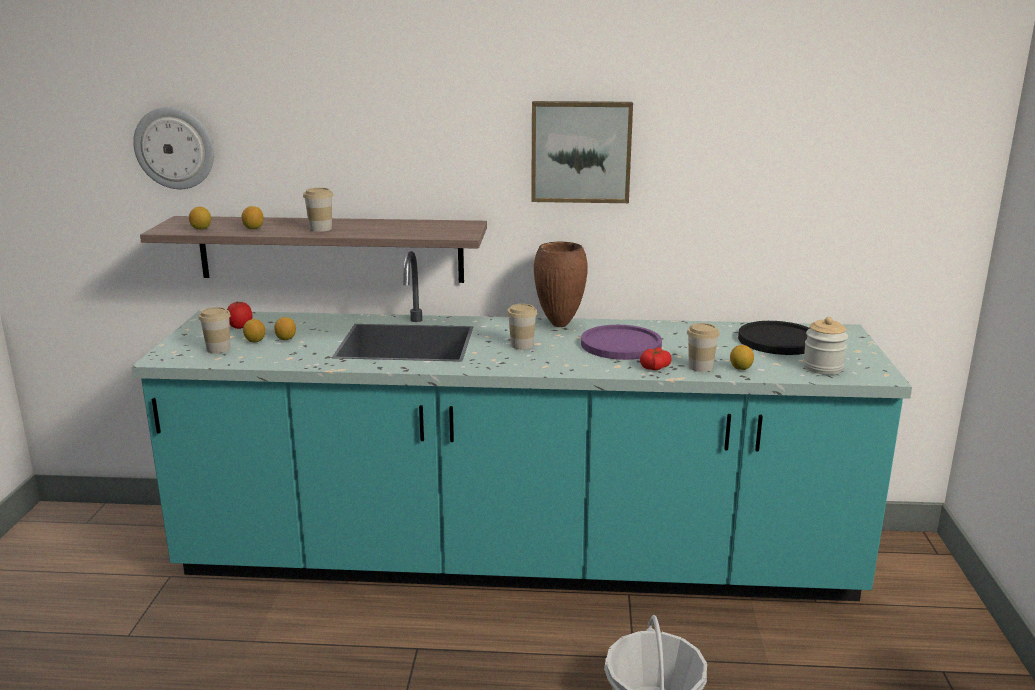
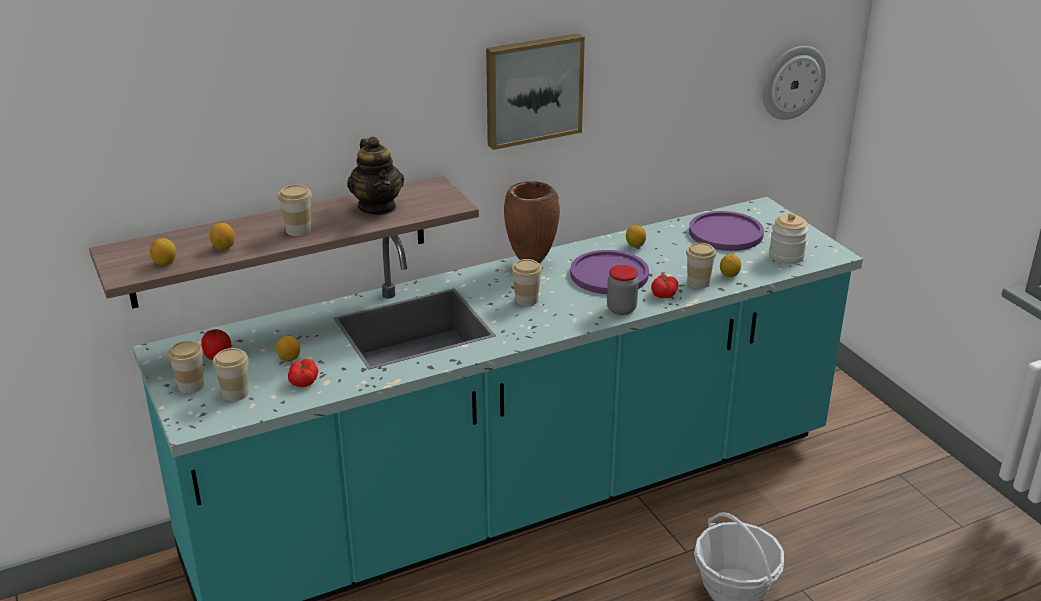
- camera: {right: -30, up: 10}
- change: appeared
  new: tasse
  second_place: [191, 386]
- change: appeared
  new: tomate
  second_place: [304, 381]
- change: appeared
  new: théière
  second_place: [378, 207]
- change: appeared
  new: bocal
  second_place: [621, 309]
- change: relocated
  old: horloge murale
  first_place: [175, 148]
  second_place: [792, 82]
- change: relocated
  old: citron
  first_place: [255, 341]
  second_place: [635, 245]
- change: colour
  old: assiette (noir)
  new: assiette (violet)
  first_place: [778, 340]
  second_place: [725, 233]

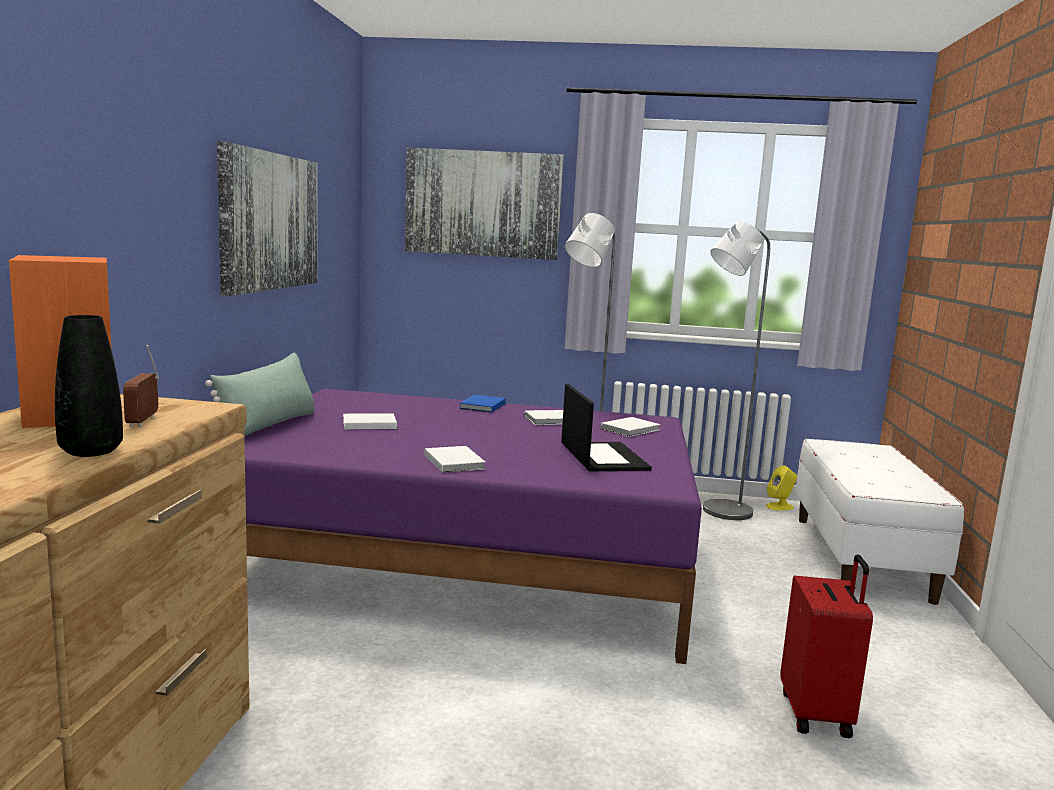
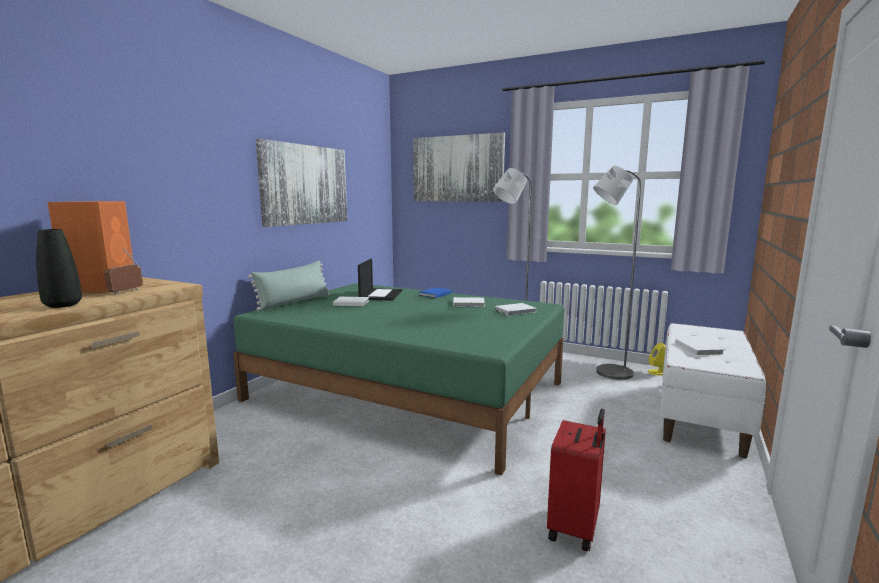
- camera: {right: 20, up: 0}
- change: relocated
  old: livre (blanc)
  first_place: [454, 461]
  second_place: [698, 348]
- change: relocated
  old: ordinateur portable
  first_place: [602, 457]
  second_place: [381, 294]
- change: colour
  old: lit (violet)
  new: lit (vert)
  first_place: [465, 561]
  second_place: [407, 391]

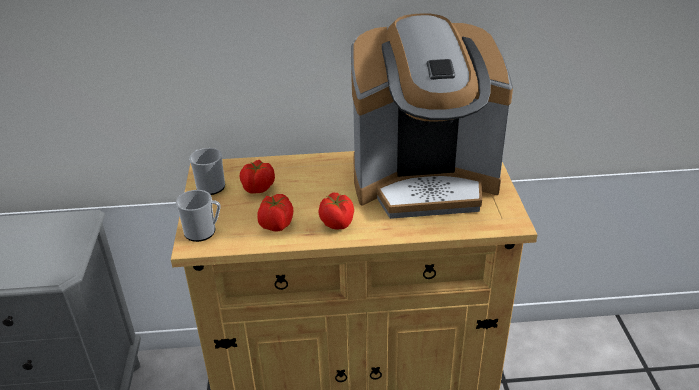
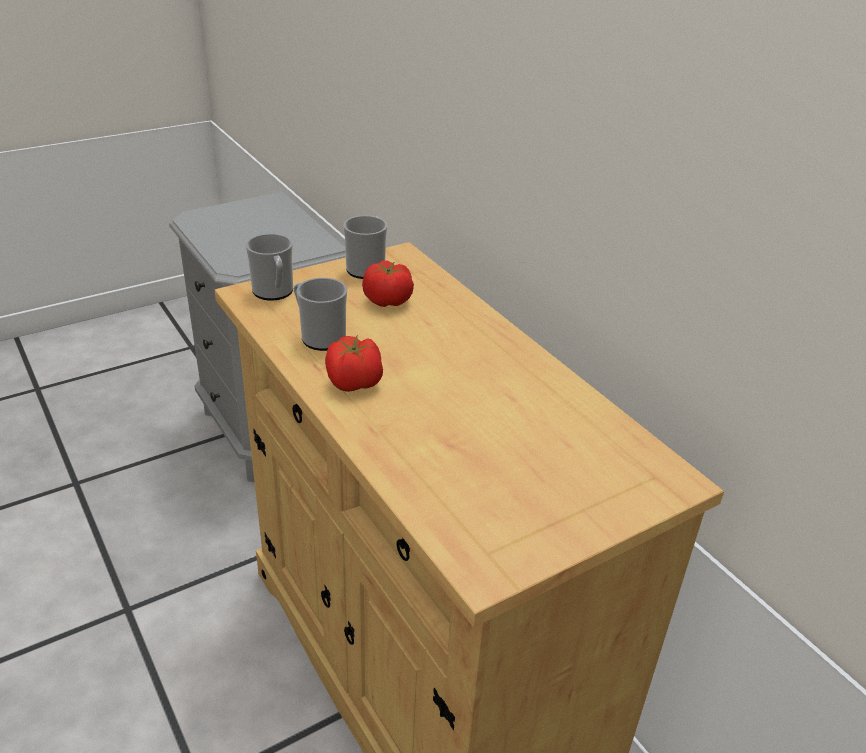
- camera: {right: 60, up: 0}
- change: missing
  old: machine à café
  first_place: [424, 182]
- change: exchanged
  old: tomate
  new: mug
  first_place: [276, 225]
  second_place: [319, 337]

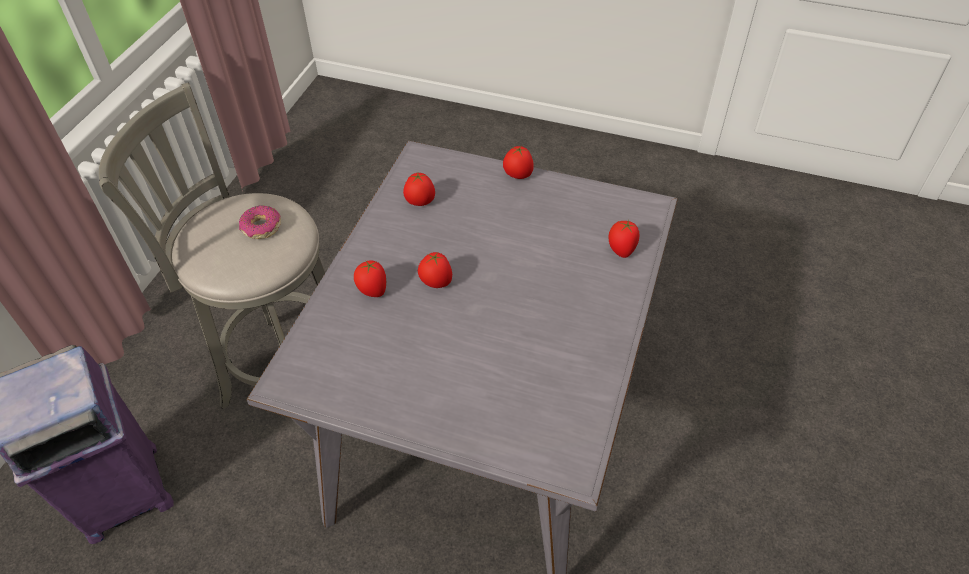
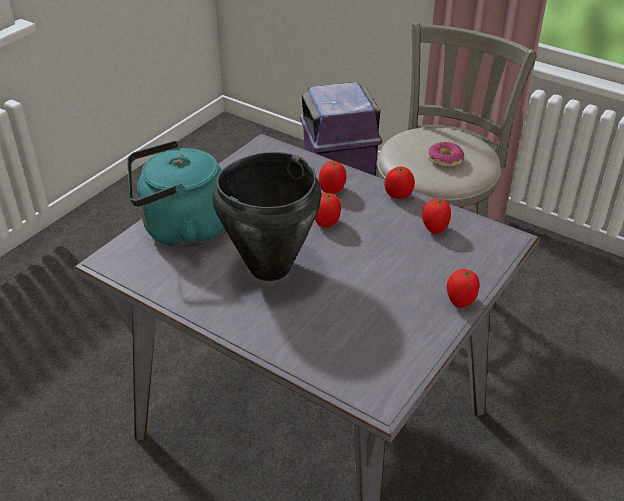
- camera: {right: 105, up: -10}
- change: appeared
  new: bouilloire (turquoise)
  second_place: [180, 229]
- change: appeared
  new: marmite (noir)
  second_place: [268, 268]
- change: relocated
  old: tomate
  first_place: [621, 250]
  second_place: [398, 195]

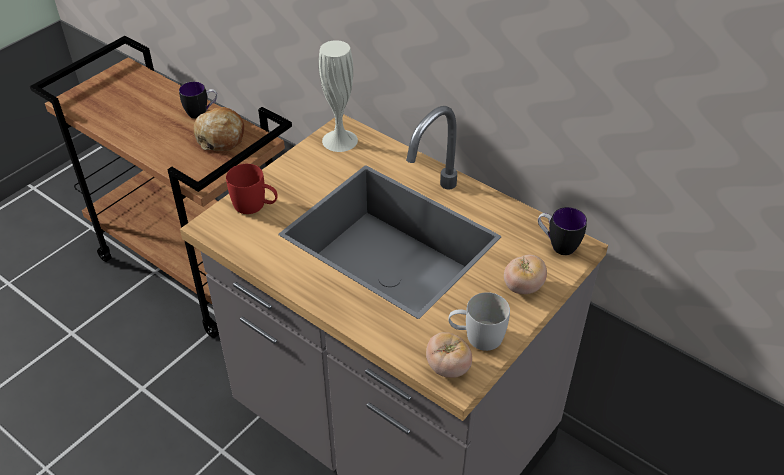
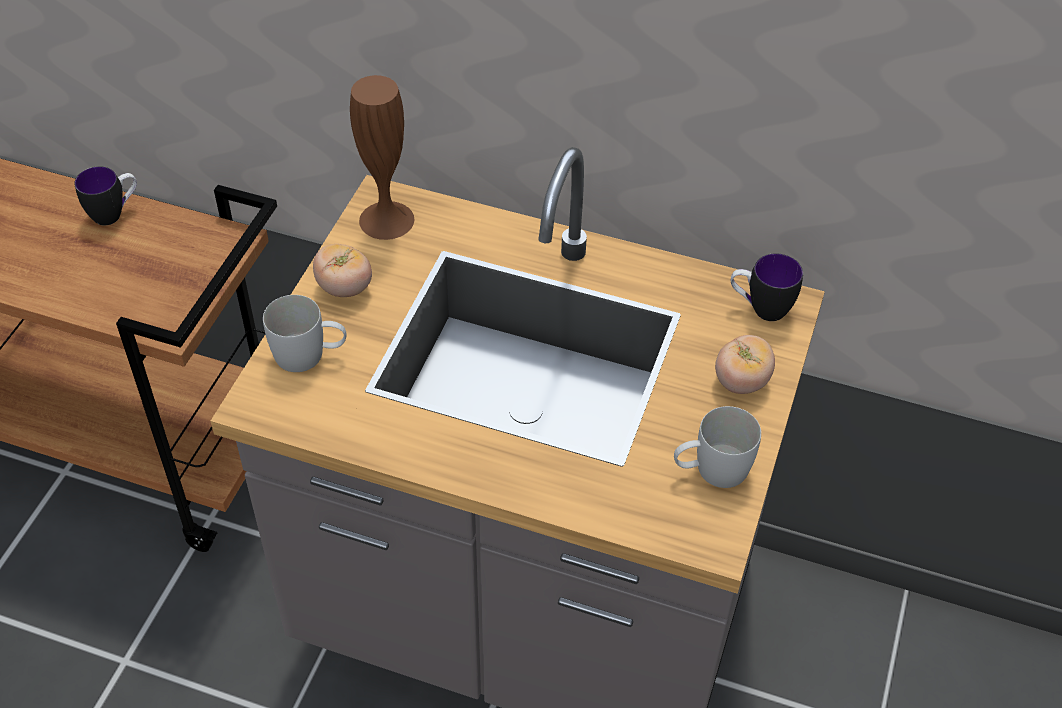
- camera: {right: -20, up: 5}
- change: missing
  old: pain
  first_place: [221, 137]
- change: relocated
  old: tomate
  first_place: [448, 367]
  second_place: [344, 288]
- change: colour
  old: mug (rouge)
  new: mug (blanc)
  first_place: [255, 206]
  second_place: [309, 355]
- change: colour
  old: vase (blanc)
  new: vase (marron)
  first_place: [340, 140]
  second_place: [386, 220]

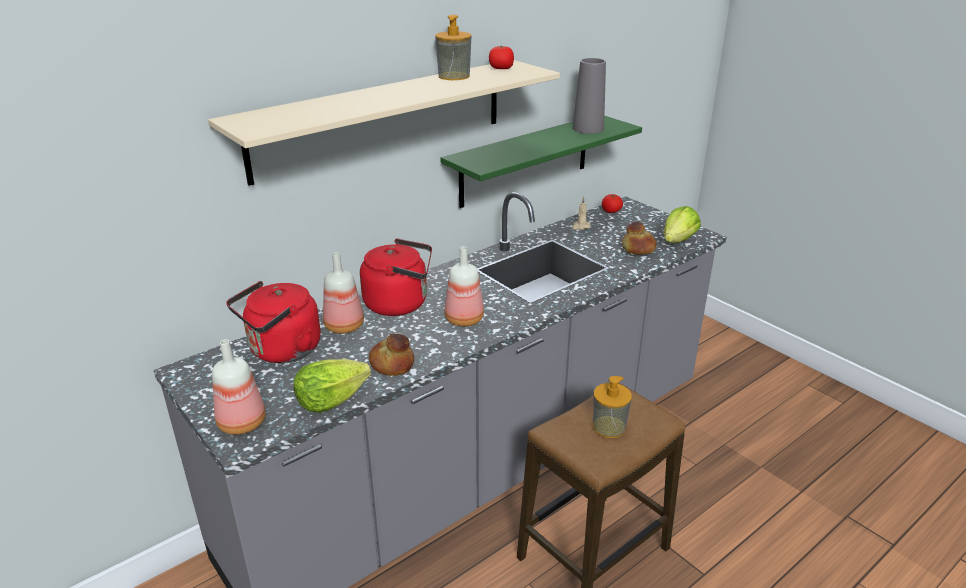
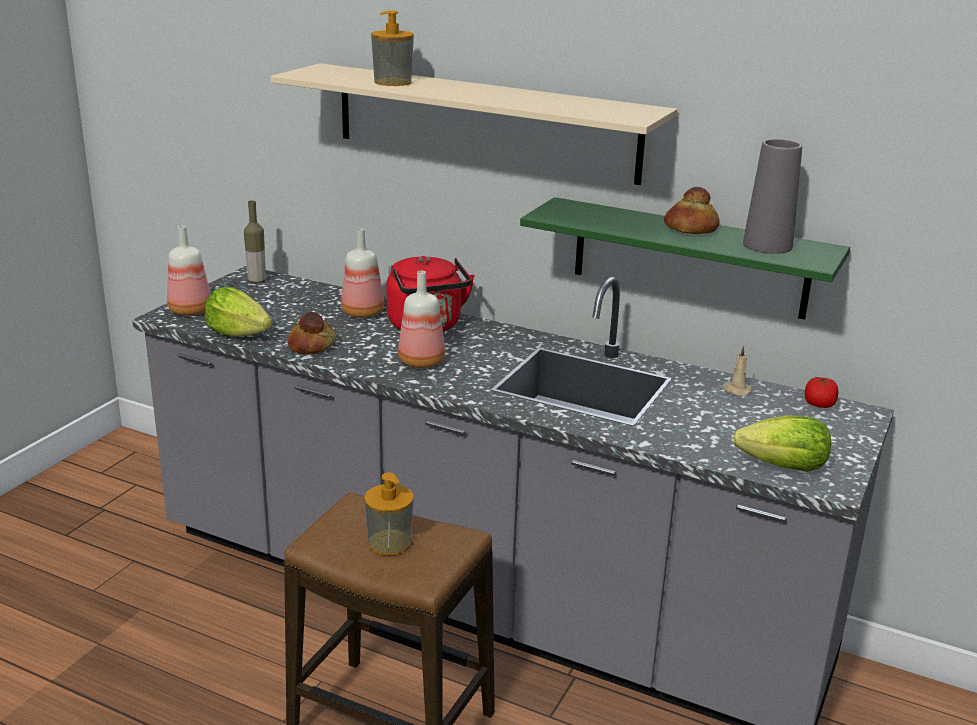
- camera: {right: 65, up: -5}
- change: missing
  old: bouilloire (rouge)
  first_place: [282, 351]
- change: missing
  old: tomate
  first_place: [501, 68]
- change: appeared
  new: bouteille
  second_place: [257, 281]
- change: relocated
  old: distributeur de savon
  first_place: [454, 76]
  second_place: [392, 82]
- change: relocated
  old: pain
  first_place: [638, 249]
  second_place: [690, 229]

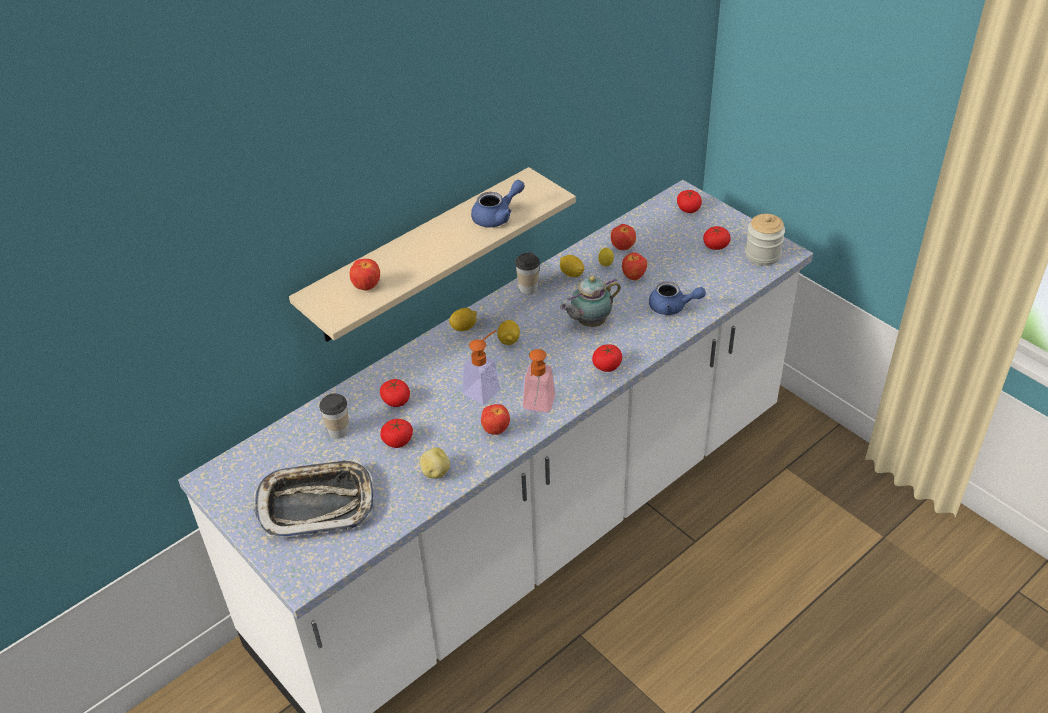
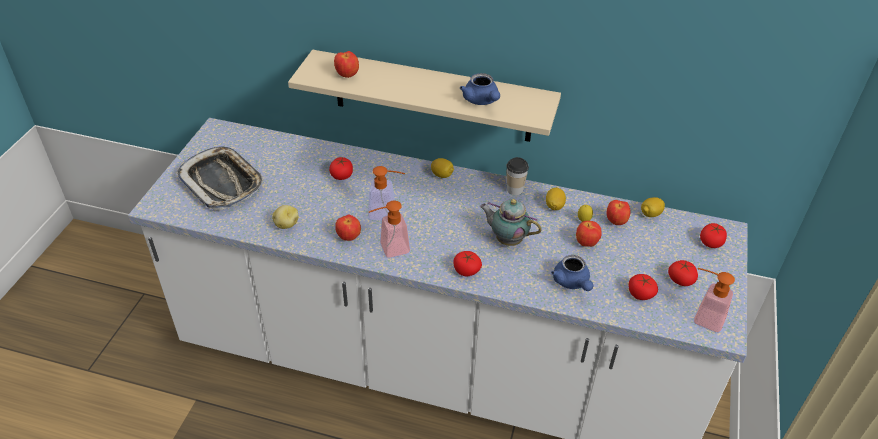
- camera: {right: 55, up: 0}
- change: missing
  old: tasse
  first_place: [338, 431]
- change: relocated
  old: tomate
  first_place: [397, 440]
  second_place: [640, 294]
- change: relocated
  old: citron
  first_place: [508, 340]
  second_place: [650, 214]
- change: exchanged
  old: bocal
  new: distributeur de savon
  first_place: [762, 255]
  second_place: [703, 317]
- change: spun
  old: théière (bleu)
  first_place: [497, 216]
  second_place: [482, 101]
  degrees: 45

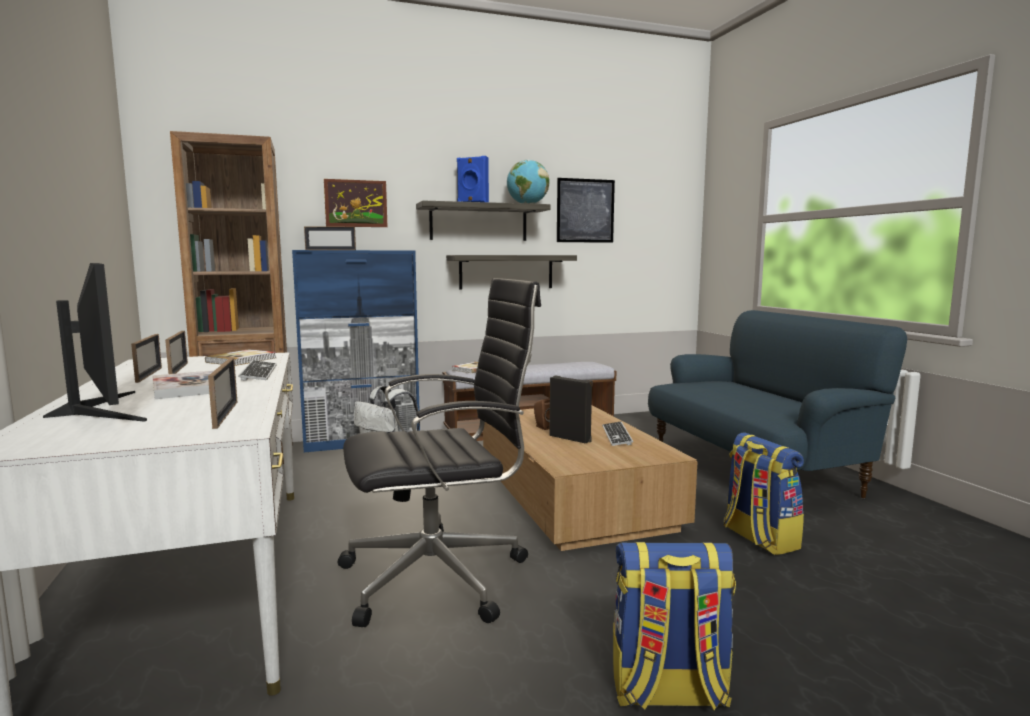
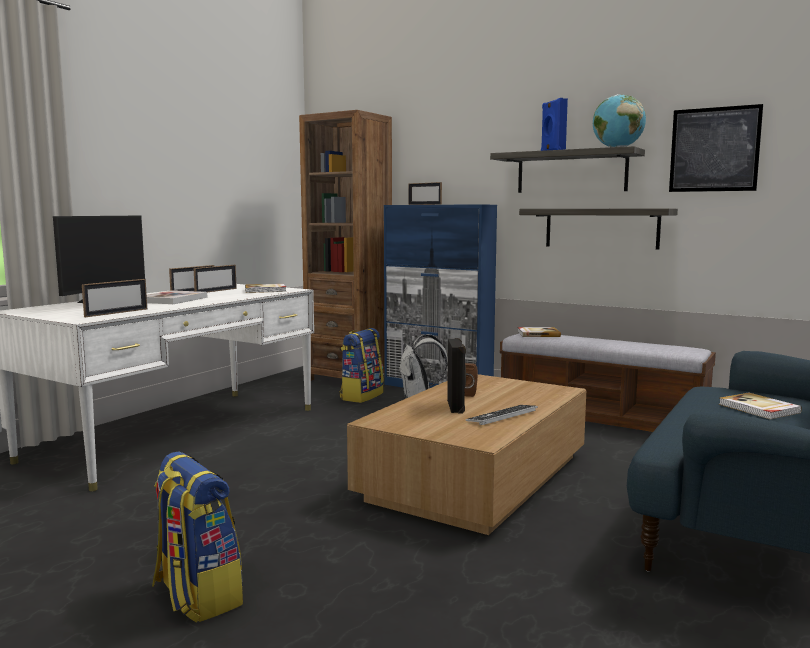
- camera: {right: 50, up: 0}
- change: missing
  old: clavier
  first_place: [259, 372]
- change: missing
  old: tableau
  first_place: [356, 203]
- change: missing
  old: chaise de bureau (noir)
  first_place: [440, 577]
- change: appeared
  new: livre
  second_place: [759, 409]
- change: relocated
  old: sac à dos
  first_place: [758, 538]
  second_place: [361, 396]

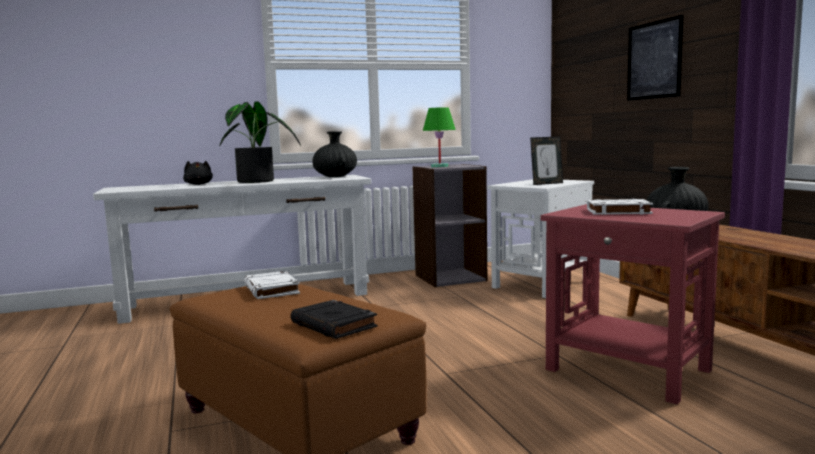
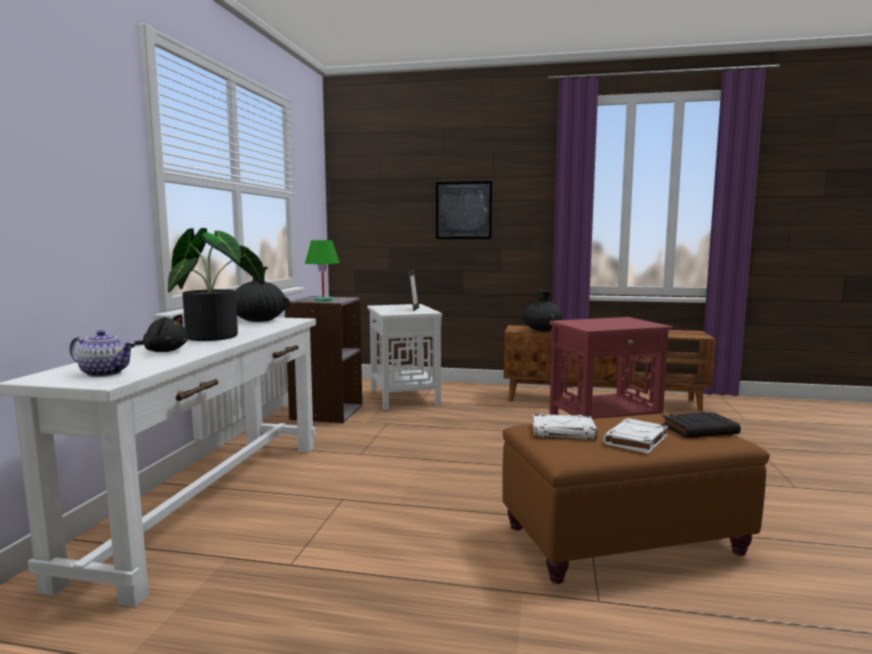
- camera: {right: -60, up: 0}
- change: appeared
  new: théière
  second_place: [105, 373]
- change: relocated
  old: livre (blanc)
  first_place: [617, 212]
  second_place: [635, 440]

